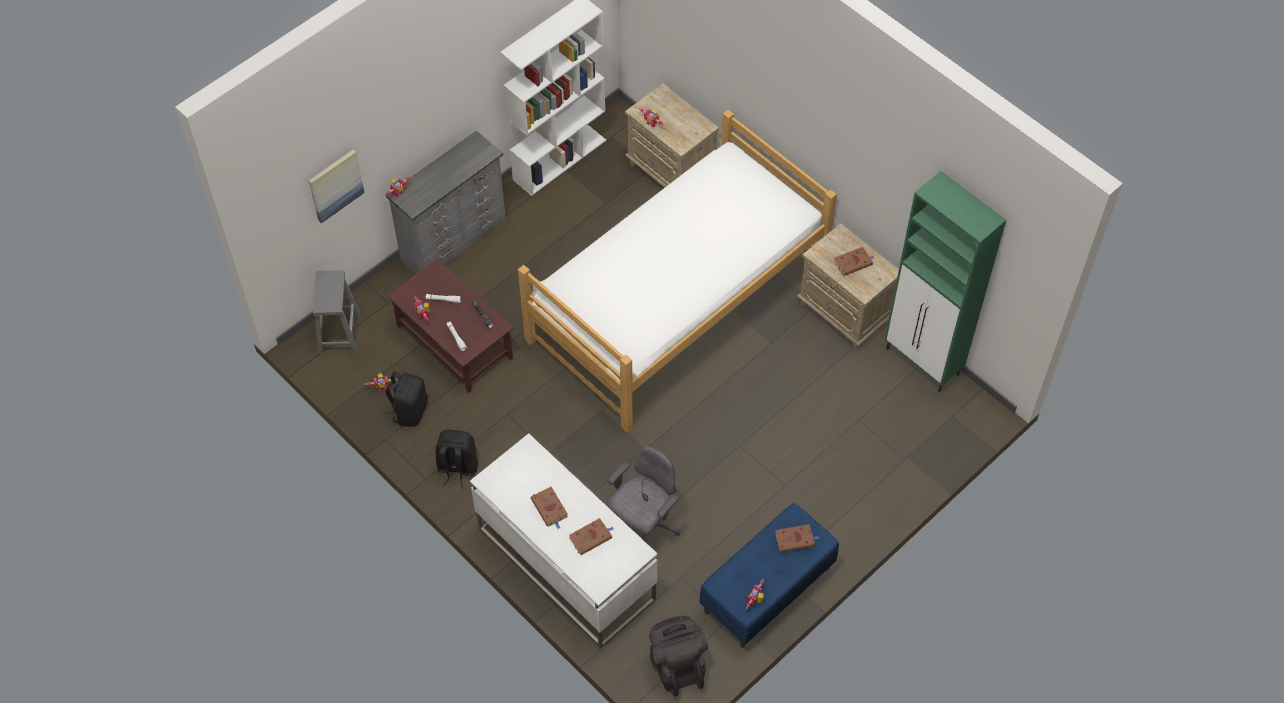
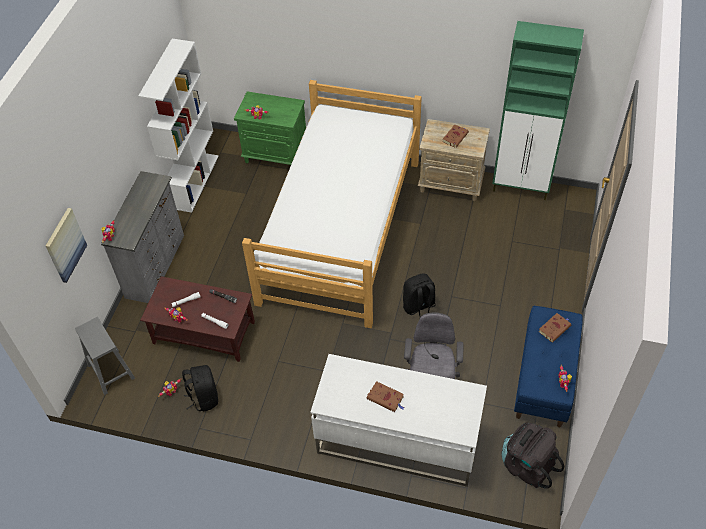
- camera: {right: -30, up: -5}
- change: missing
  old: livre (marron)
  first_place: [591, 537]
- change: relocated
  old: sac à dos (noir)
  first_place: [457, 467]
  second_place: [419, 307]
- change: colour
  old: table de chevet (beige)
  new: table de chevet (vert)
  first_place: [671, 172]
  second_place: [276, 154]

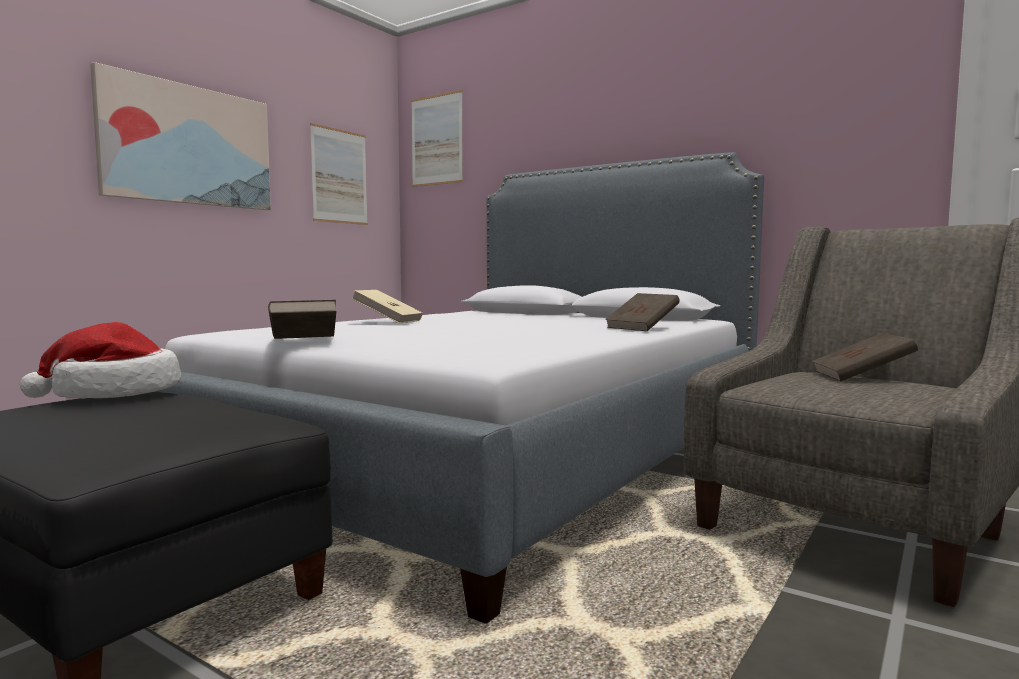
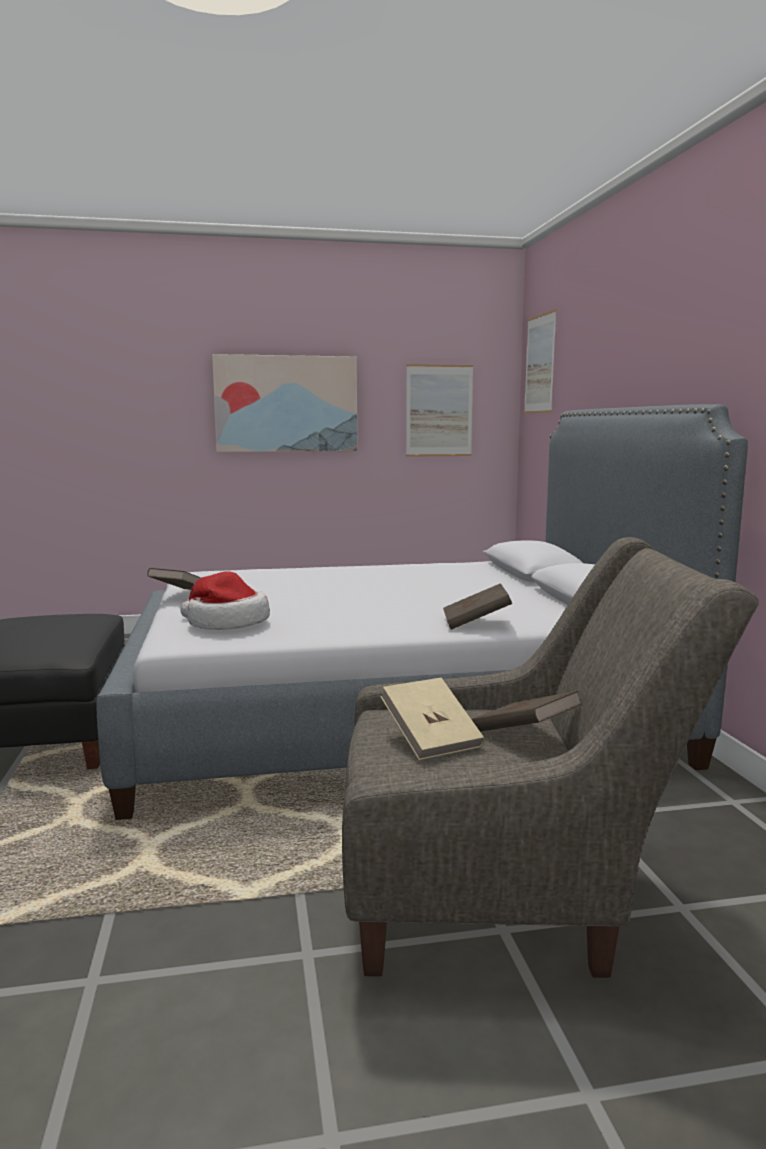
- camera: {right: 45, up: 5}
- change: relocated
  old: chapeau
  first_place: [114, 394]
  second_place: [226, 623]
- change: relocated
  old: livre (beige)
  first_place: [388, 321]
  second_place: [431, 739]

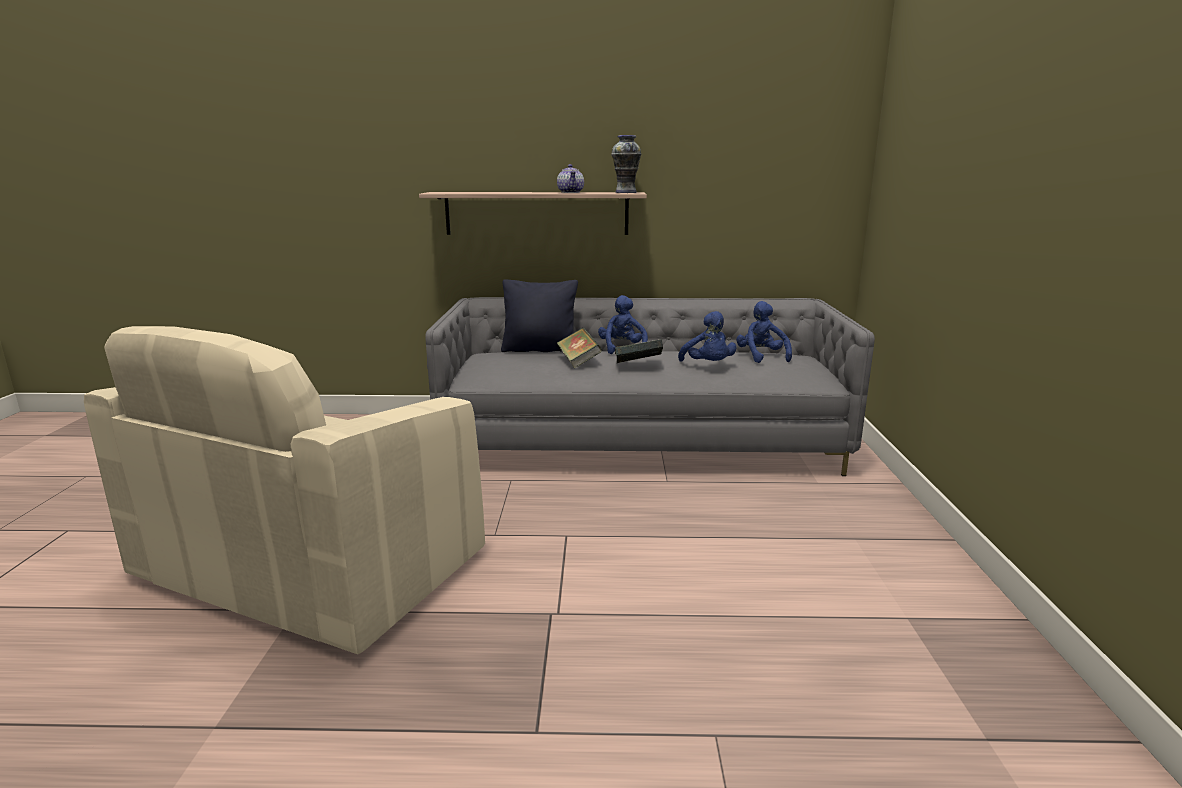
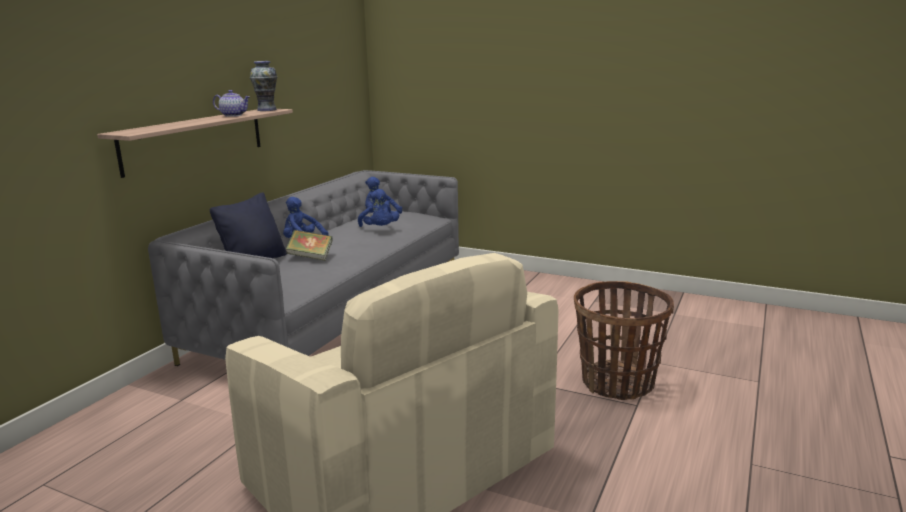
- camera: {right: -65, up: 0}
- change: missing
  old: livre
  first_place: [638, 366]
- change: appeared
  new: panier
  second_place: [617, 383]
- change: spun
  old: peluche (bleu)
  first_place: [708, 365]
  second_place: [379, 229]
  degrees: 60

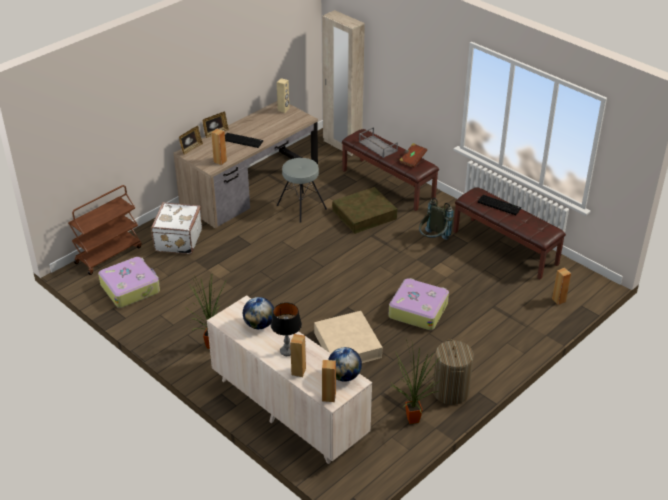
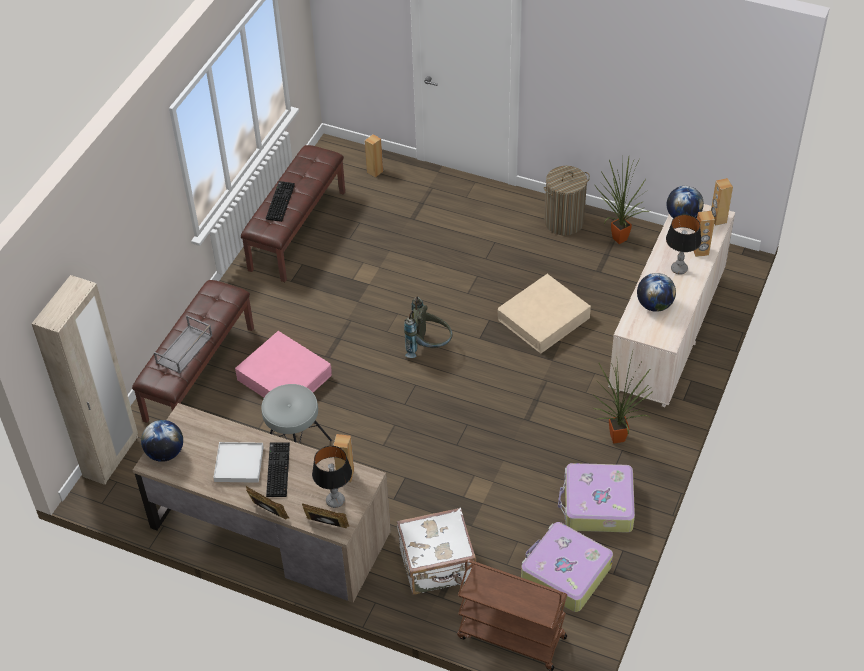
- camera: {right: -110, up: 10}
- change: missing
  old: livre (marron)
  first_place: [412, 160]
- change: appeared
  new: plateau (blanc)
  second_place: [239, 464]
- change: appeared
  new: lampe de table
  second_place: [335, 501]
- change: relocated
  old: valise
  first_place: [418, 310]
  second_place: [597, 505]
- change: relocated
  old: sac à dos (gris)
  first_place: [433, 240]
  second_place: [428, 347]
- change: exchanged
  old: enceinte (beige)
  new: globe
  first_place: [283, 109]
  second_place: [165, 453]
- change: colour
  old: boîte de rangement (marron)
  new: boîte de rangement (rose)
  first_place: [364, 215]
  second_place: [284, 377]

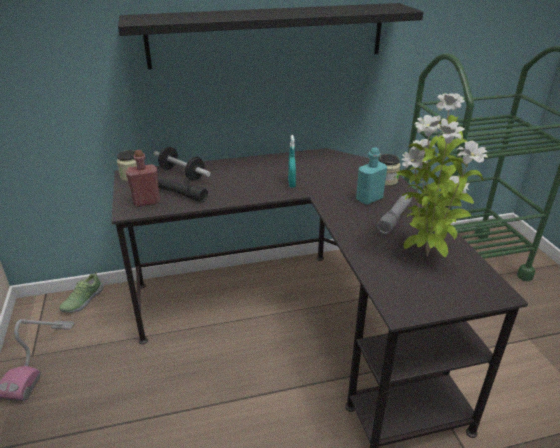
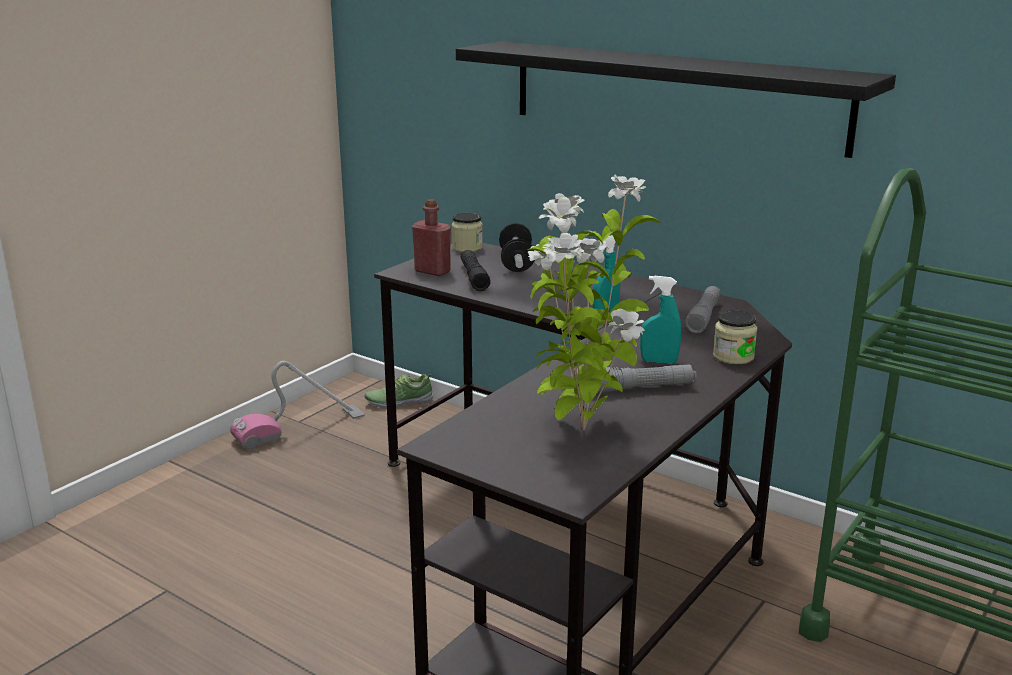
- camera: {right: 50, up: -10}
- change: appeared
  new: lampe de poche (gris)
  second_place: [704, 317]
- change: exchanged
  old: bouteille (turquoise)
  new: vaporisateur (turquoise)
  first_place: [369, 199]
  second_place: [659, 361]

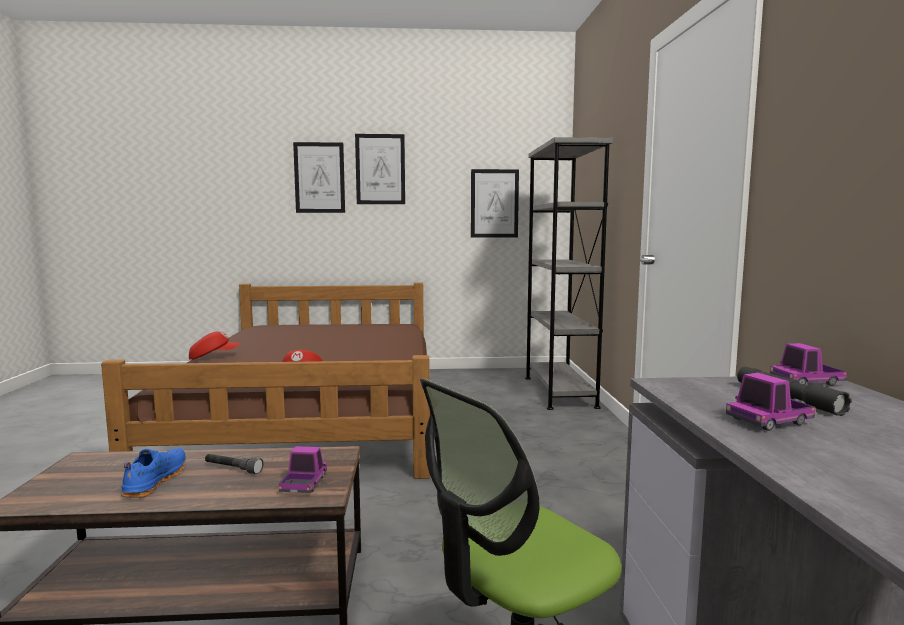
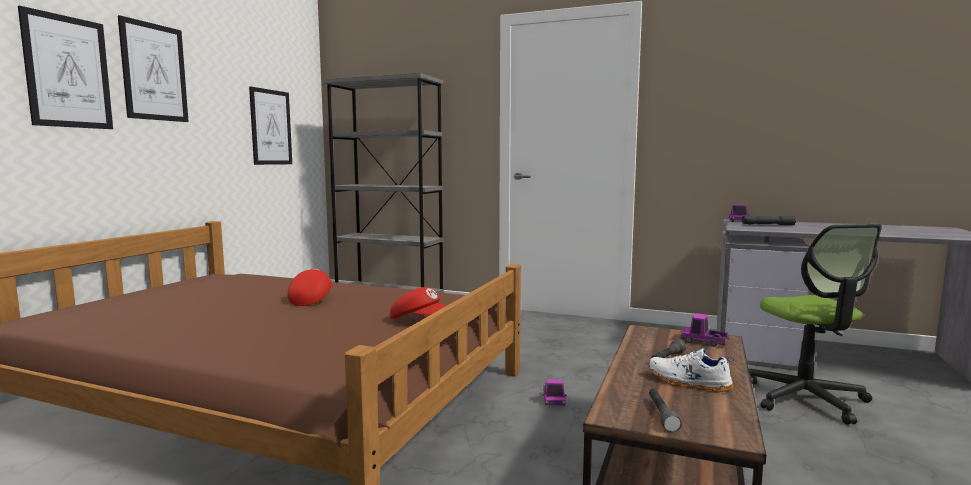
- camera: {right: -65, up: 0}
- change: appeared
  new: lampe de poche (gris)
  second_place: [661, 415]
- change: relocated
  old: casquette (rouge)
  first_place: [213, 357]
  second_place: [311, 299]
- change: relocated
  old: camion jouet
  first_place: [769, 421]
  second_place: [554, 400]
- change: colour
  old: chaussure (bleu)
  new: chaussure (blanc)
  first_place: [154, 482]
  second_place: [688, 383]

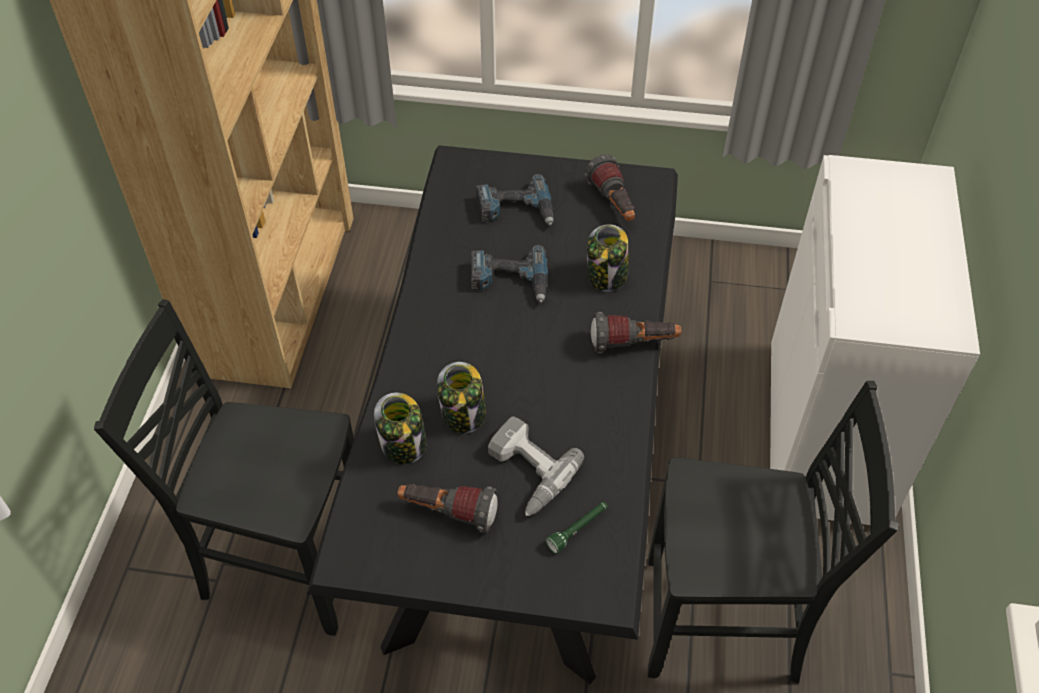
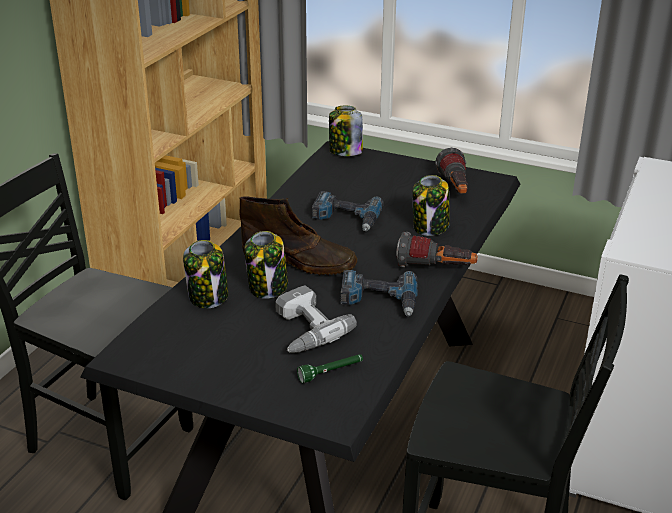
- camera: {right: 15, up: -20}
- change: missing
  old: lampe de poche
  first_place: [448, 513]
- change: appeared
  new: botte (marron)
  second_place: [300, 262]
- change: appeared
  new: bocal
  second_place: [345, 151]
- change: relocated
  old: perceuse
  first_place: [516, 210]
  second_place: [379, 300]

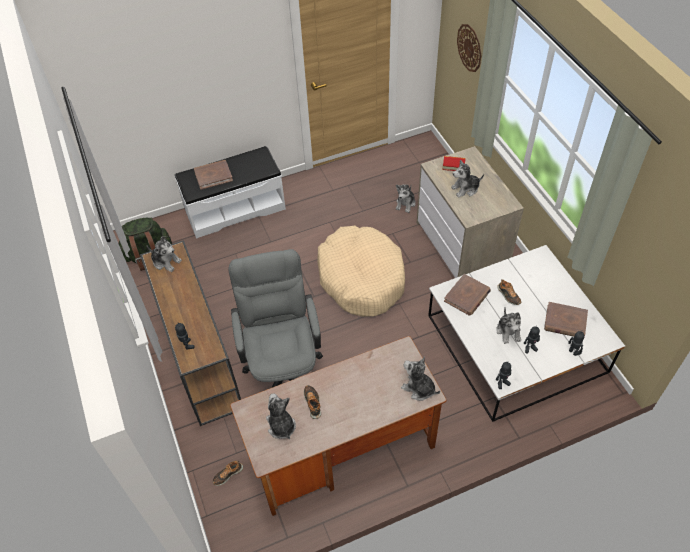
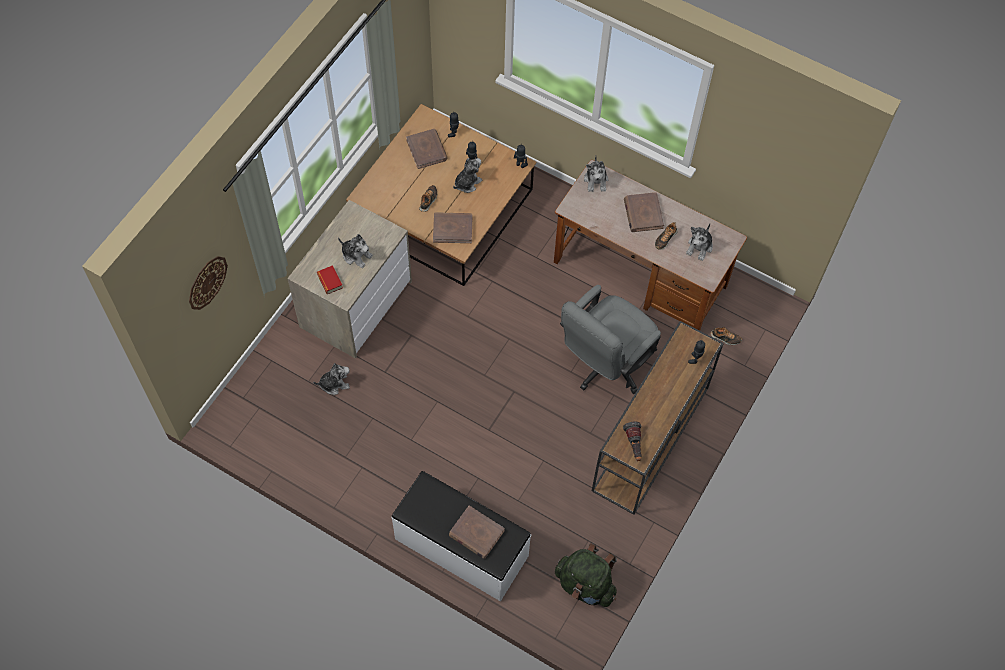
- camera: {right: -130, up: 10}
- change: missing
  old: panier pour chien (beige)
  first_place: [361, 278]
- change: appeared
  new: livre (marron)
  second_place: [643, 214]
- change: exchanged
  old: peluche
  new: lampe de poche
  first_place: [166, 261]
  second_place: [634, 445]
- change: colour
  old: table basse (blanc)
  new: table basse (marron)
  first_place: [516, 343]
  second_place: [443, 207]

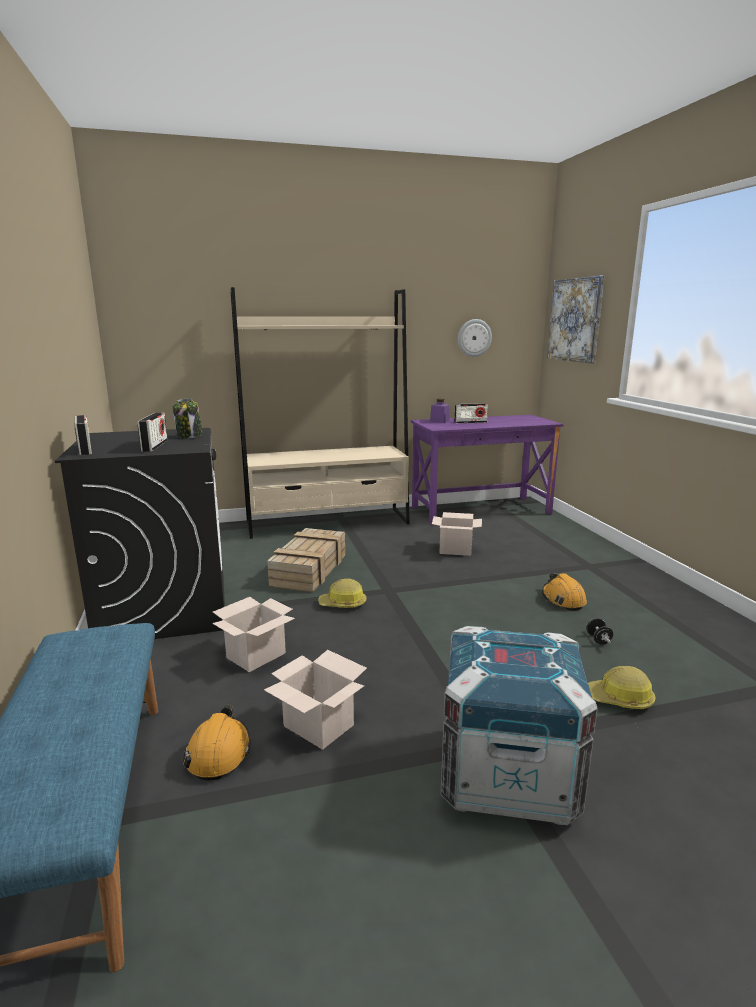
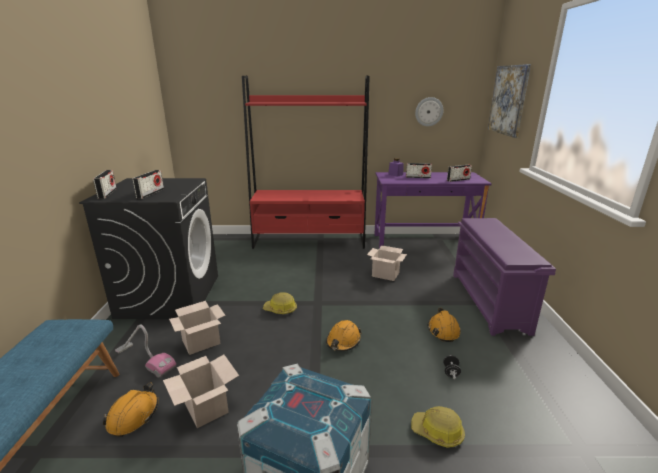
- camera: {right: 15, up: 5}
- change: missing
  old: bocal
  first_place: [190, 436]
- change: missing
  old: caisse
  first_place: [309, 569]
- change: appeared
  new: aspirateur
  second_place: [144, 359]
- change: appeared
  new: casque de chantier (orange)
  second_place: [343, 341]
- change: appeared
  new: radio
  second_place: [458, 180]
- change: appeared
  new: étagère à chaussures (violet)
  second_place: [489, 302]
- change: colour
  old: bibliothèque (beige)
  new: bibliothèque (rouge)
  first_place: [328, 522]
  second_place: [309, 241]

